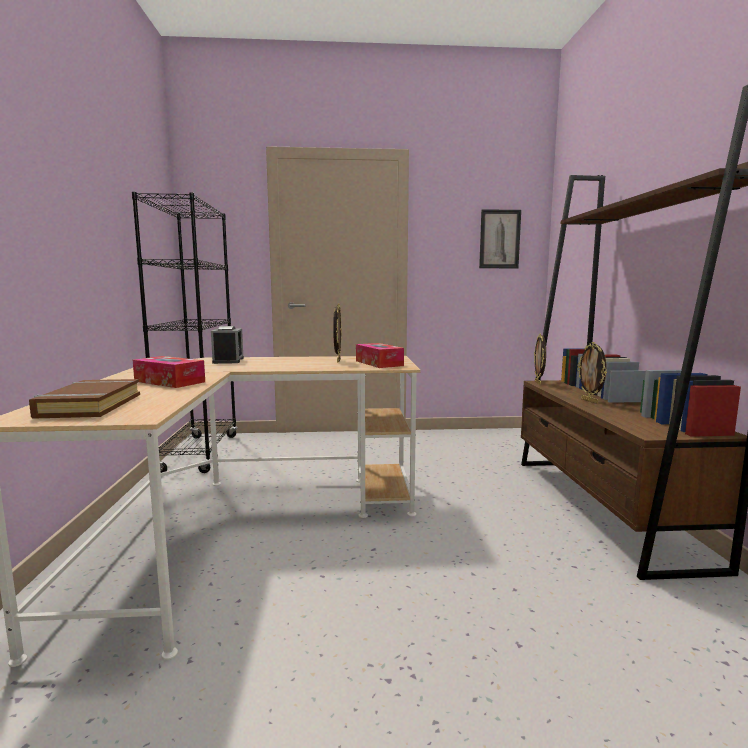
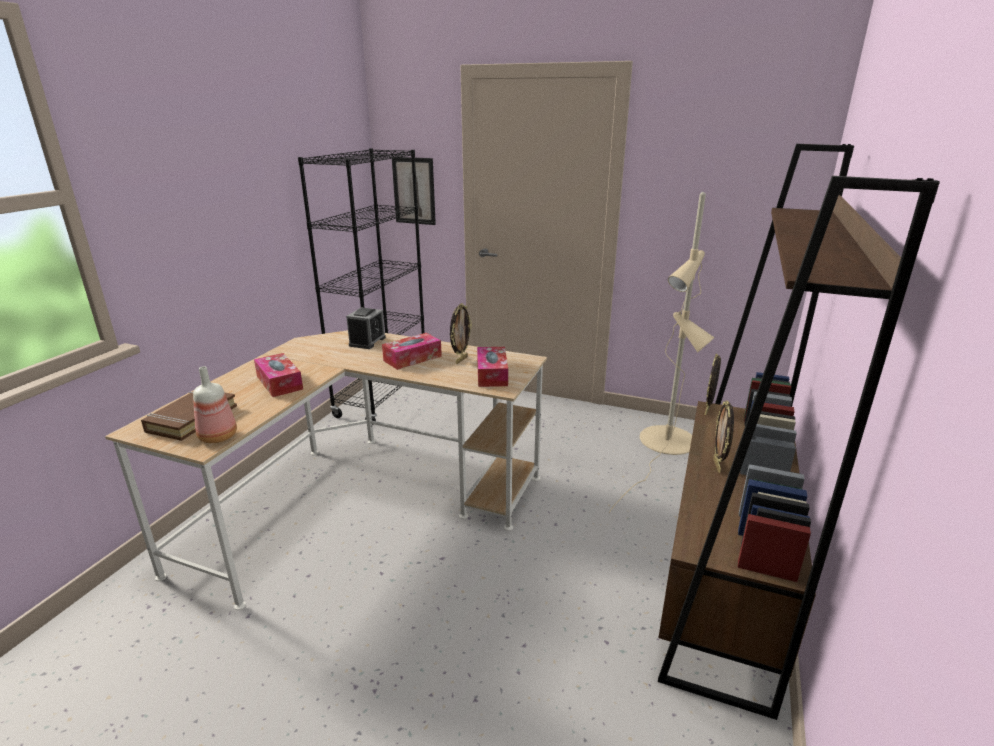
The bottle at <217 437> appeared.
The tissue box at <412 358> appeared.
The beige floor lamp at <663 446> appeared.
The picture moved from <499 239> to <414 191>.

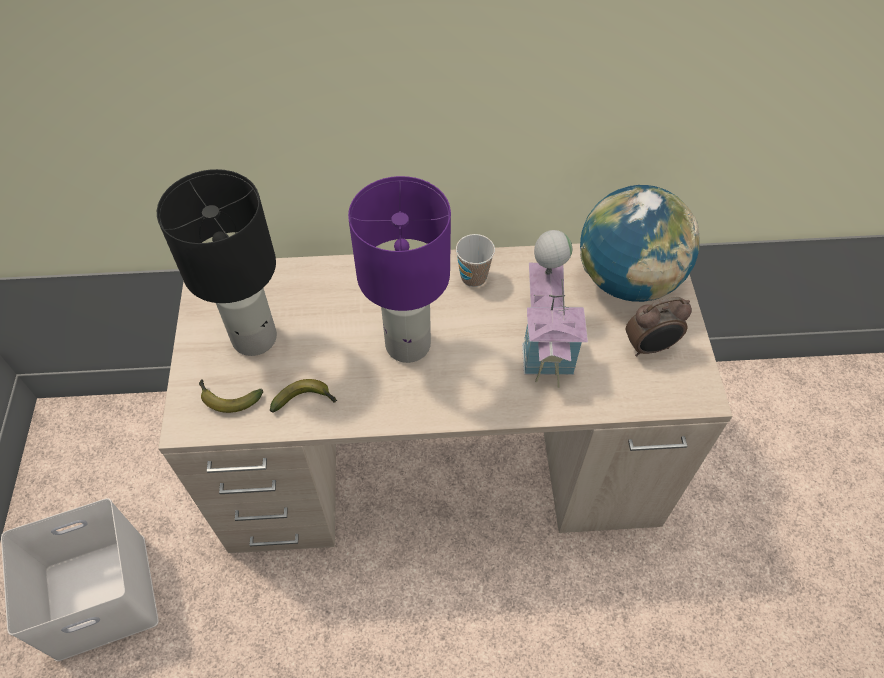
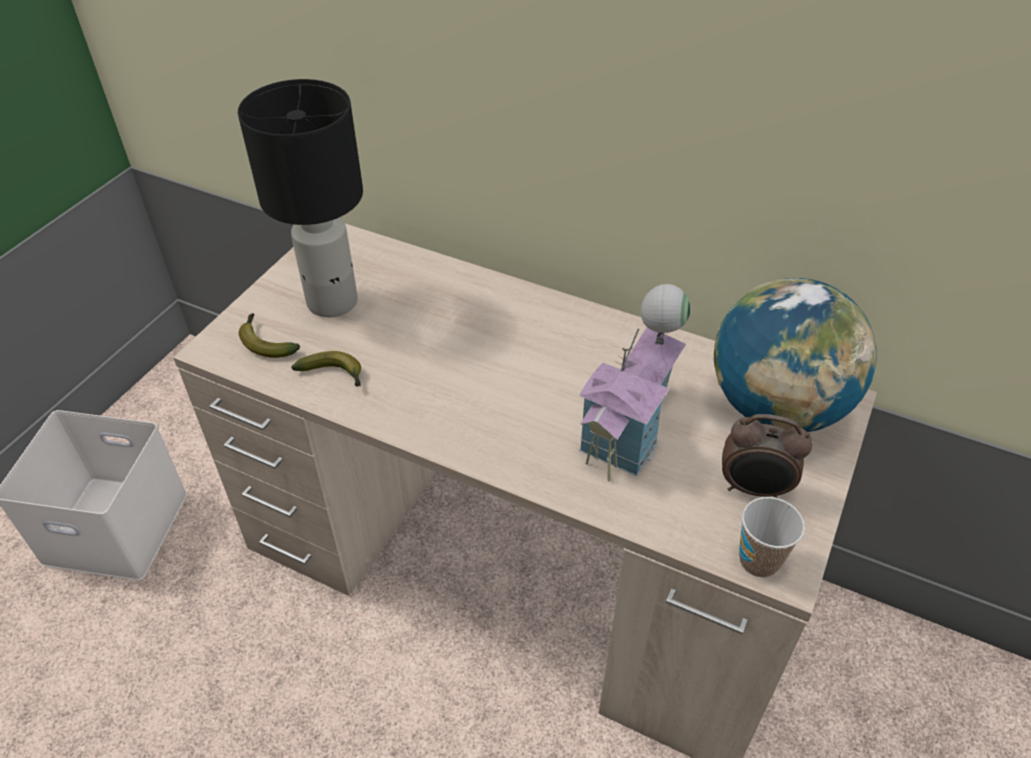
The purple table lamp at <409 345> disappeared.
The cup moved from <473 277> to <759 560>.

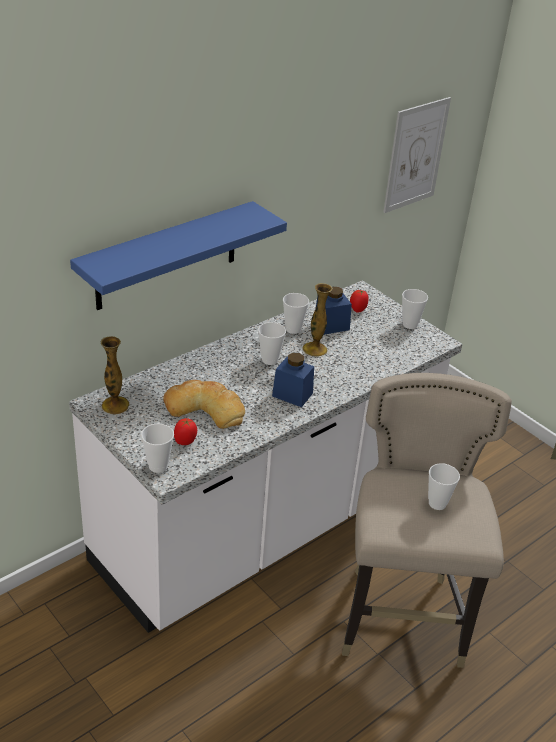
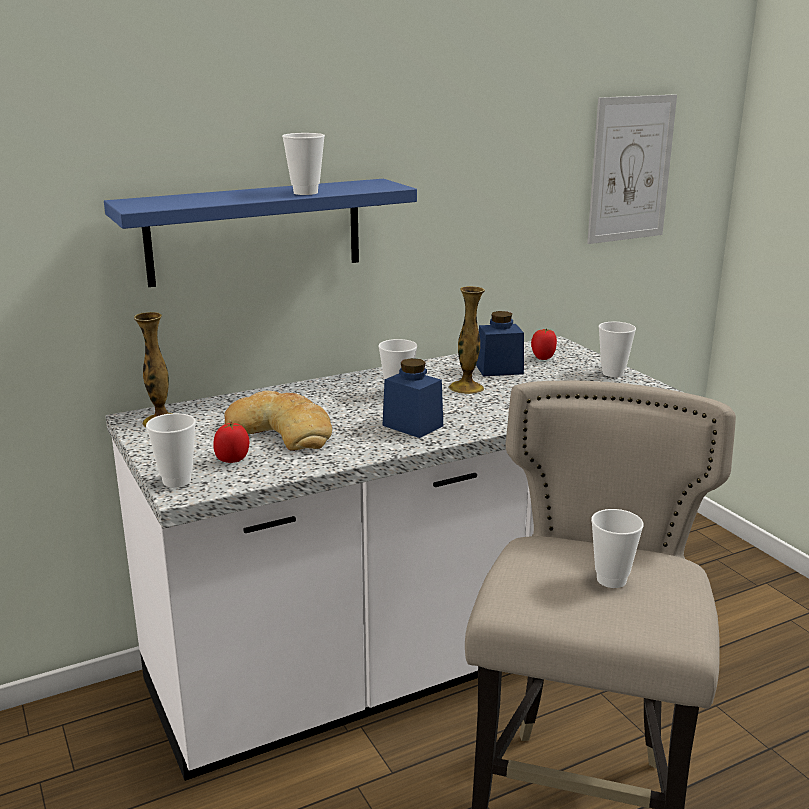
The cup moved from <293 329> to <305 193>.

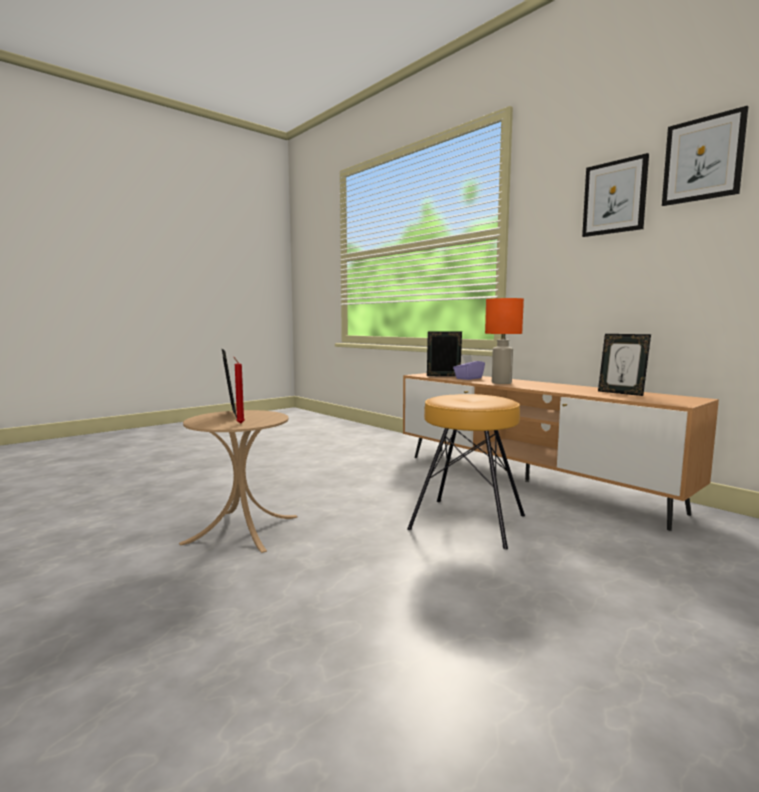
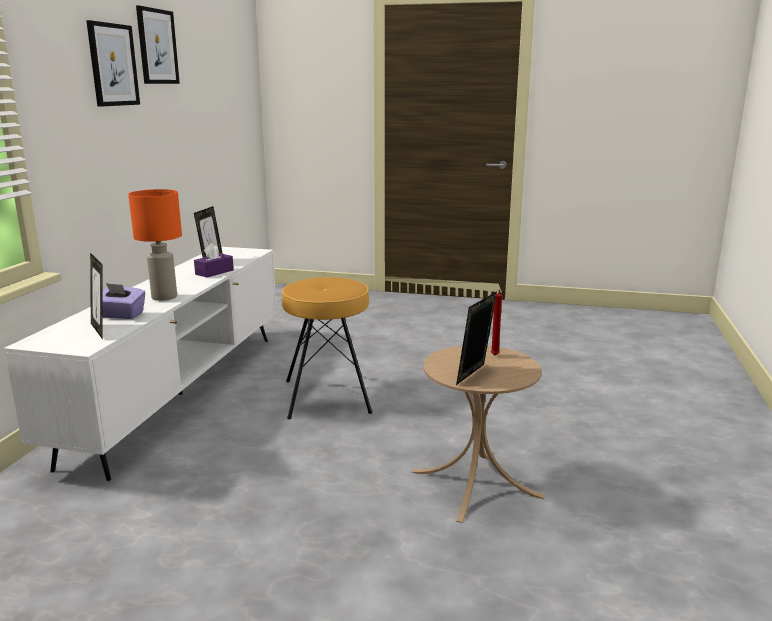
The purple tissue box at <214 272> appeared.
The brown tv stand at <526 481> became the white tv stand at <181 394>.

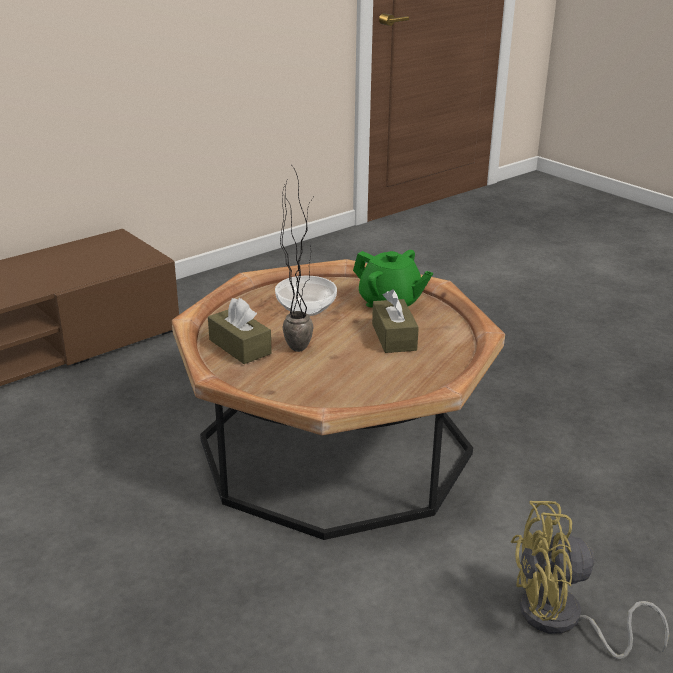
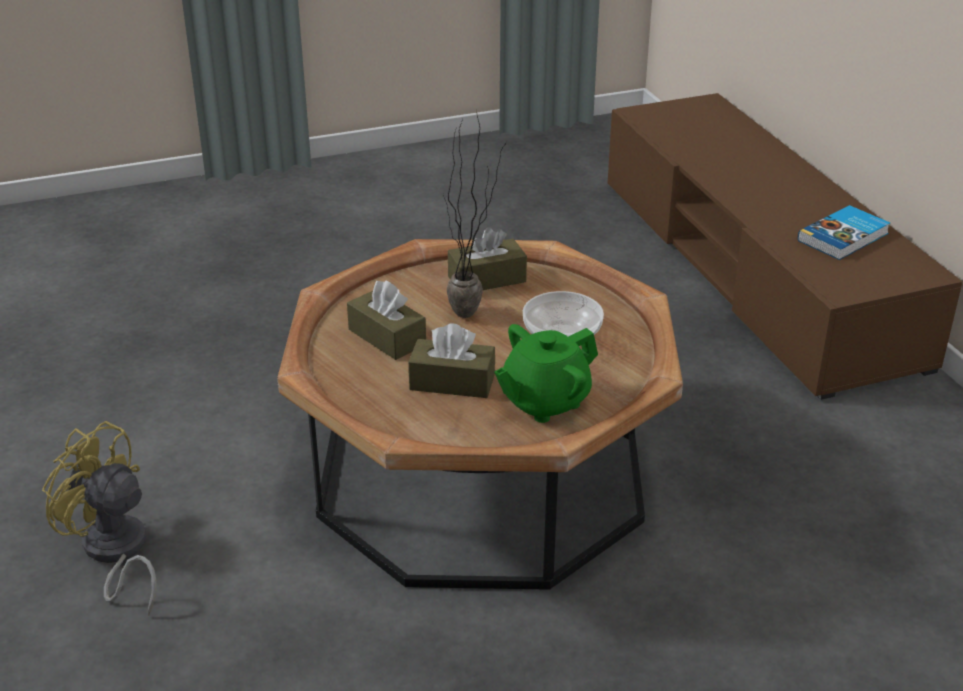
The brown tissue box at <387 337> appeared.
The book at <844 237> appeared.
The yellow fan at <562 621> turned 75 degrees counterclockwise.

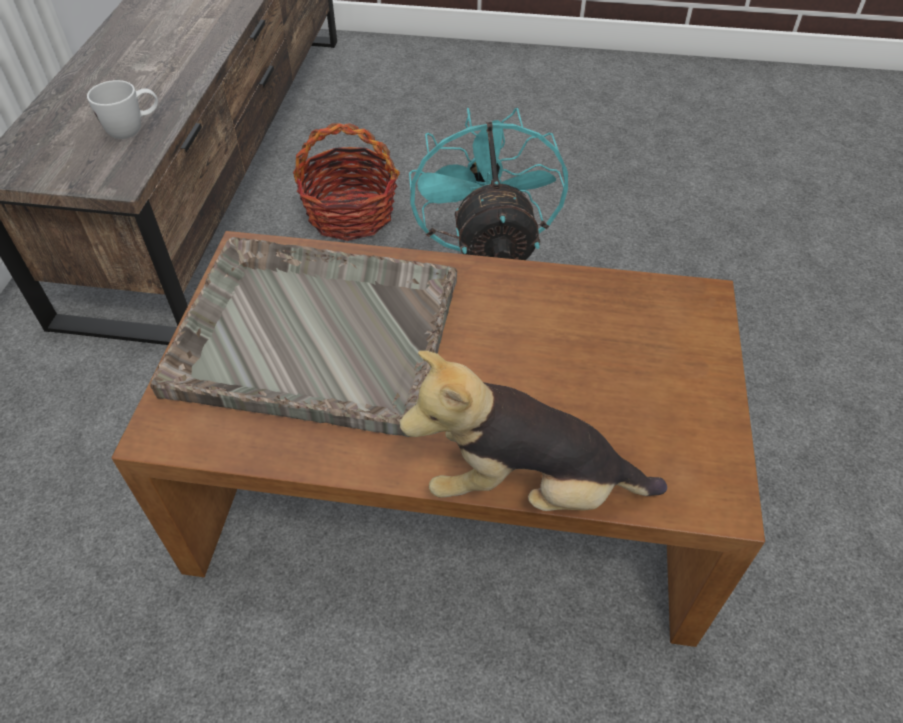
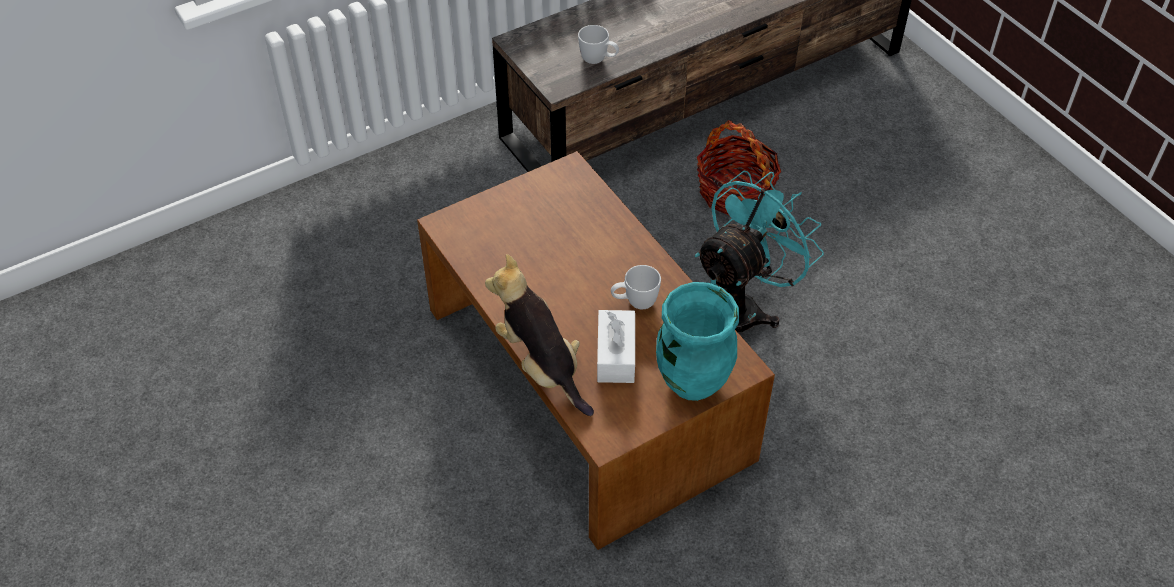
The grey tray at <312 334> disappeared.
The white tissue box at <616 355> appeared.
The white mug at <634 303> appeared.
The turquoise vase at <693 381> appeared.

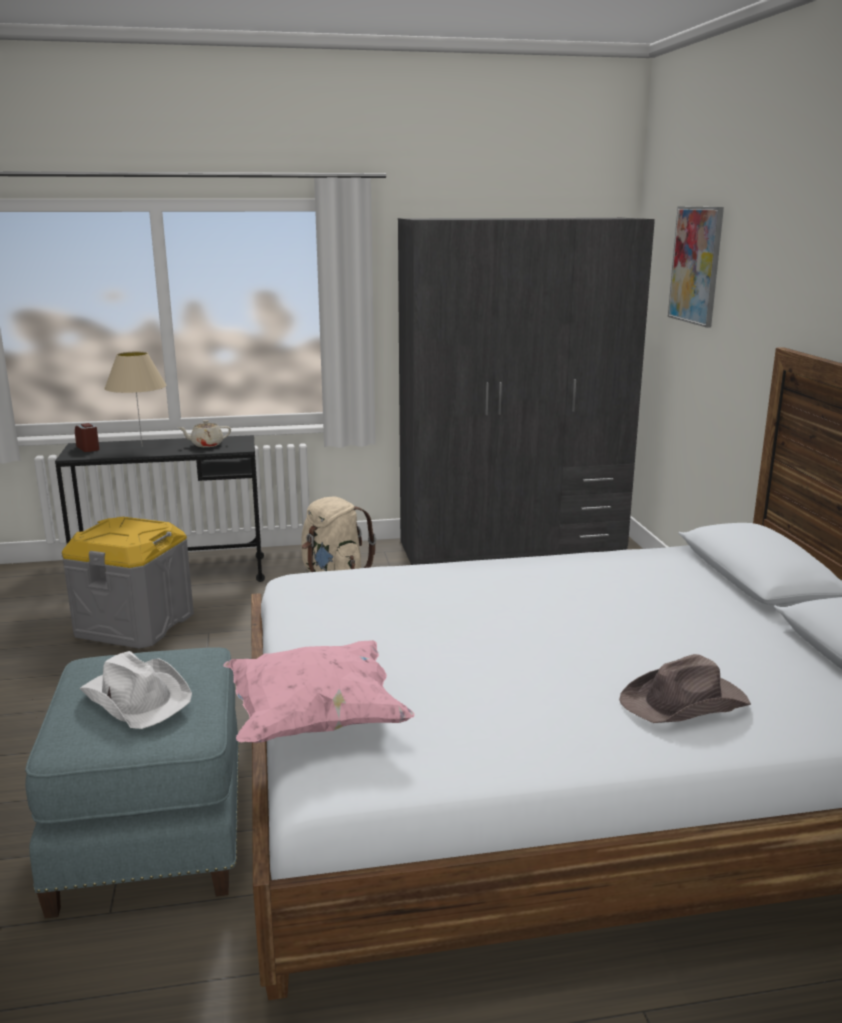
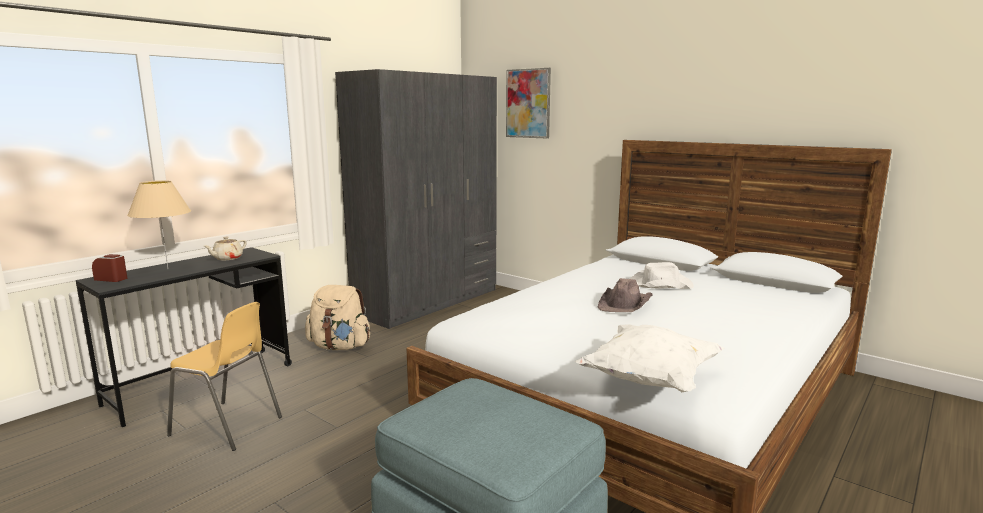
The white hat moved from <137 697> to <659 284>.
The brown hat moved from <685 703> to <625 304>.
The grey storage box at <134 624> was replaced by the yellow chair at <227 426>.
The pink pillow at <315 721> became the white pillow at <649 380>.

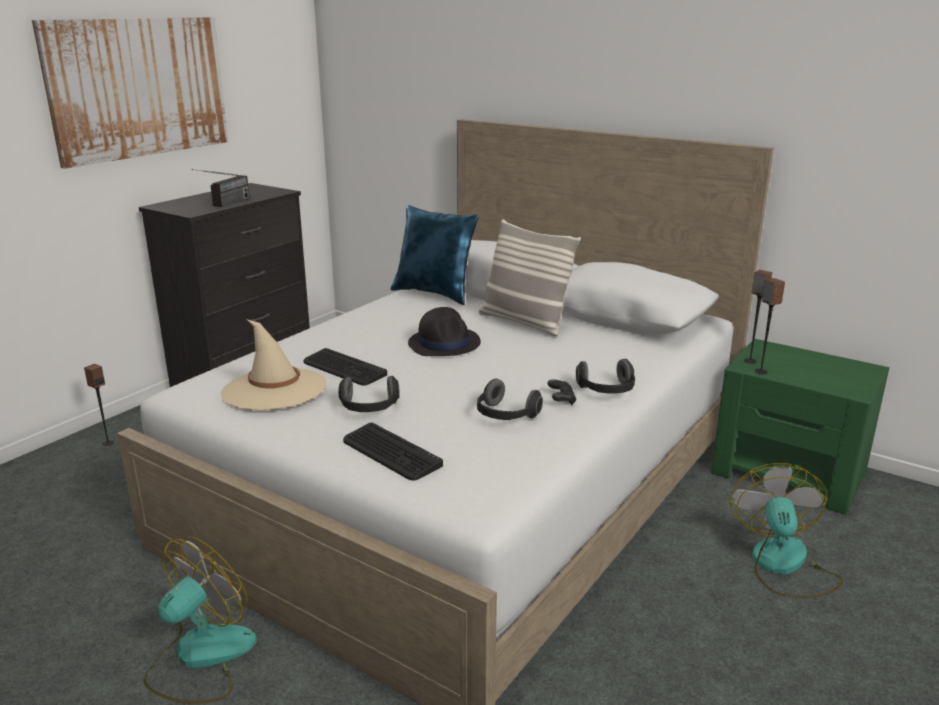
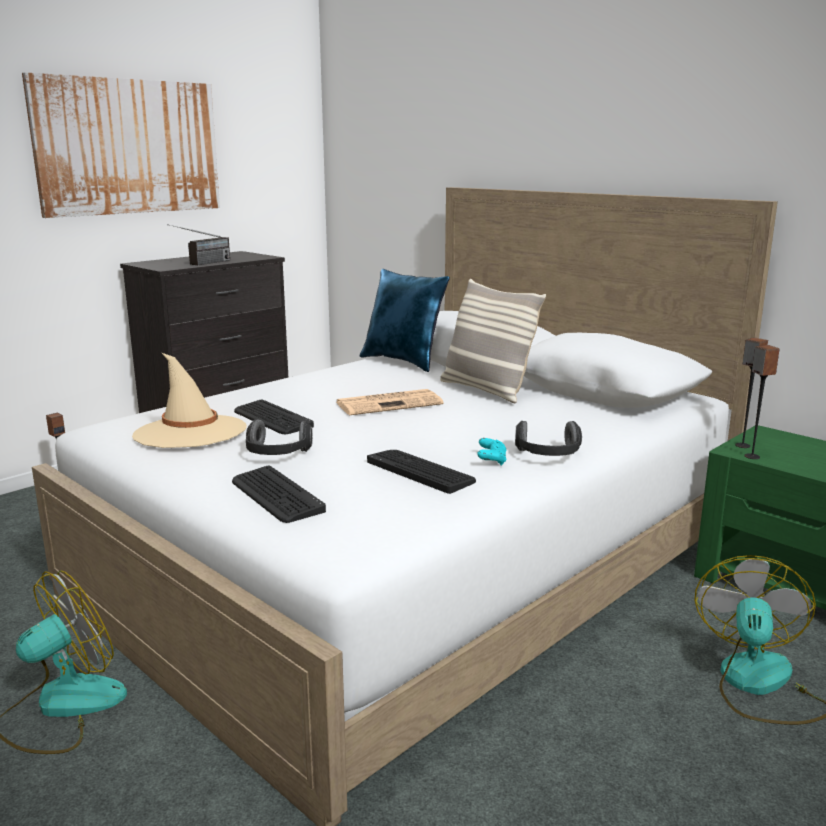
The black hat at <444 343> was replaced by the newspaper at <390 403>.
The headphones at <505 416> was replaced by the keyboard at <420 471>.
The black game controller at <561 399> became the turquoise game controller at <491 460>.

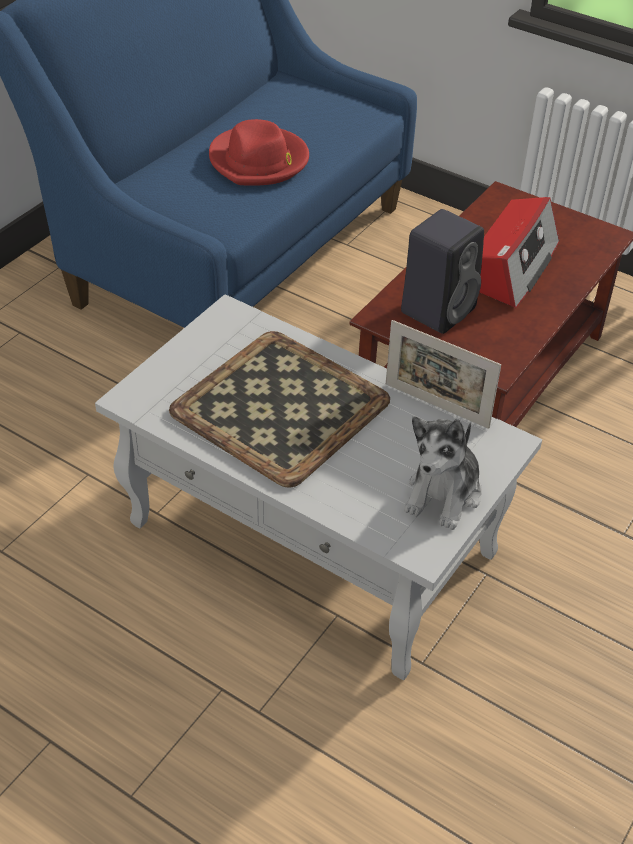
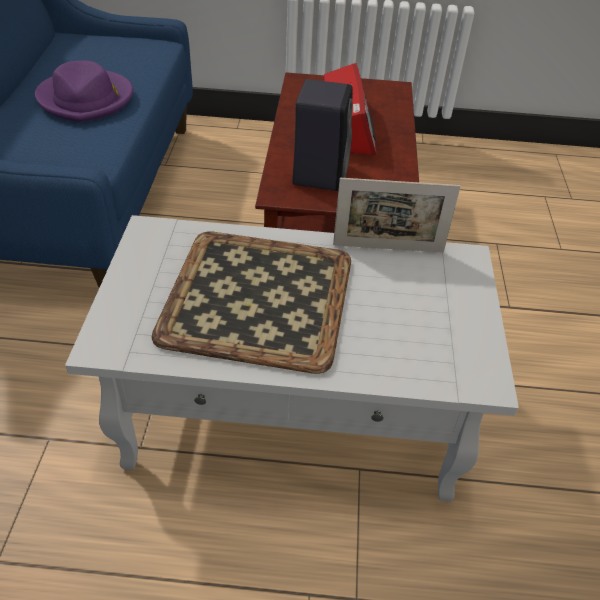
The plush toy at <444 494> disappeared.
The red hat at <259 161> became the purple hat at <87 99>.

